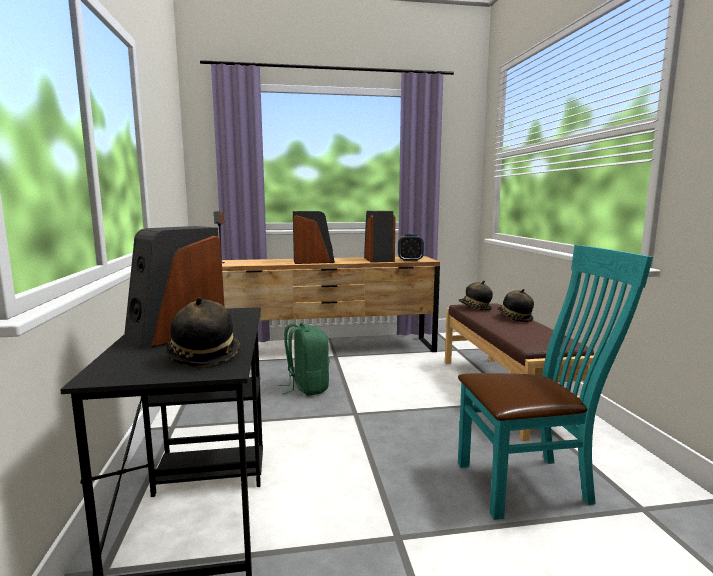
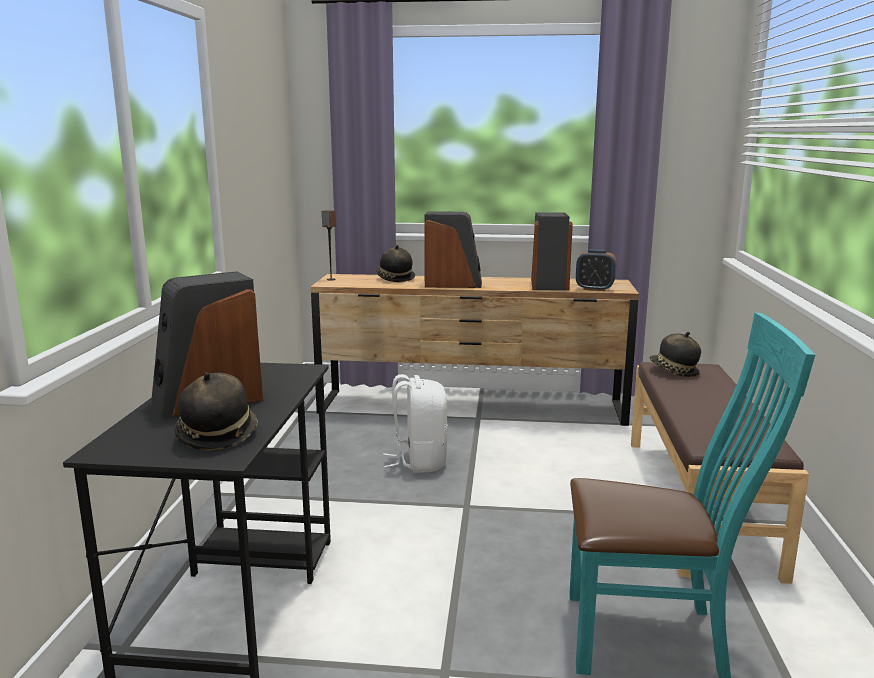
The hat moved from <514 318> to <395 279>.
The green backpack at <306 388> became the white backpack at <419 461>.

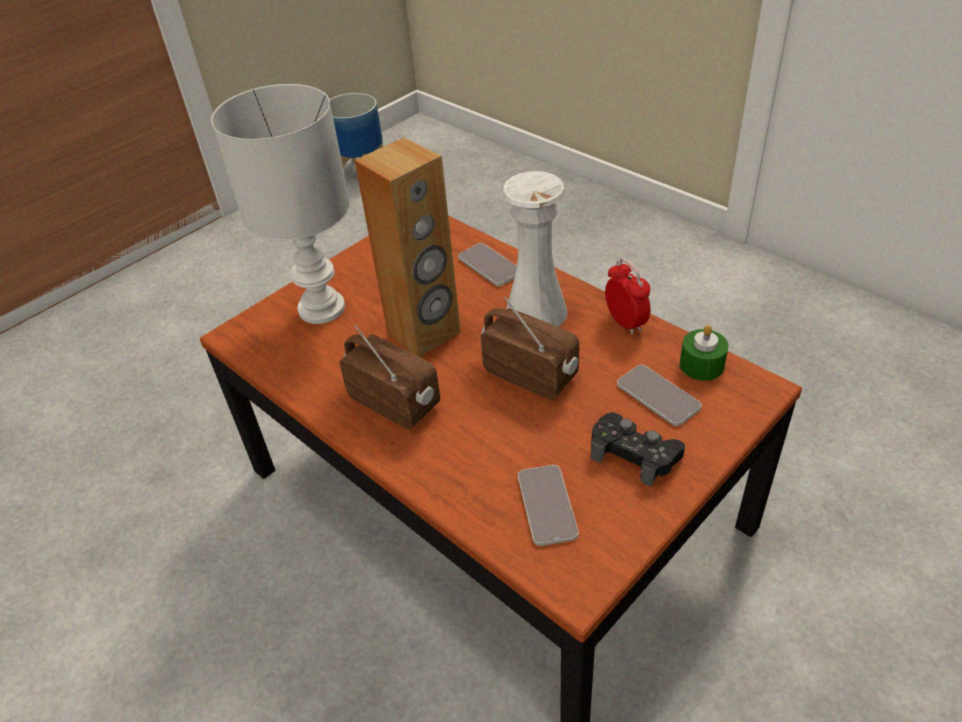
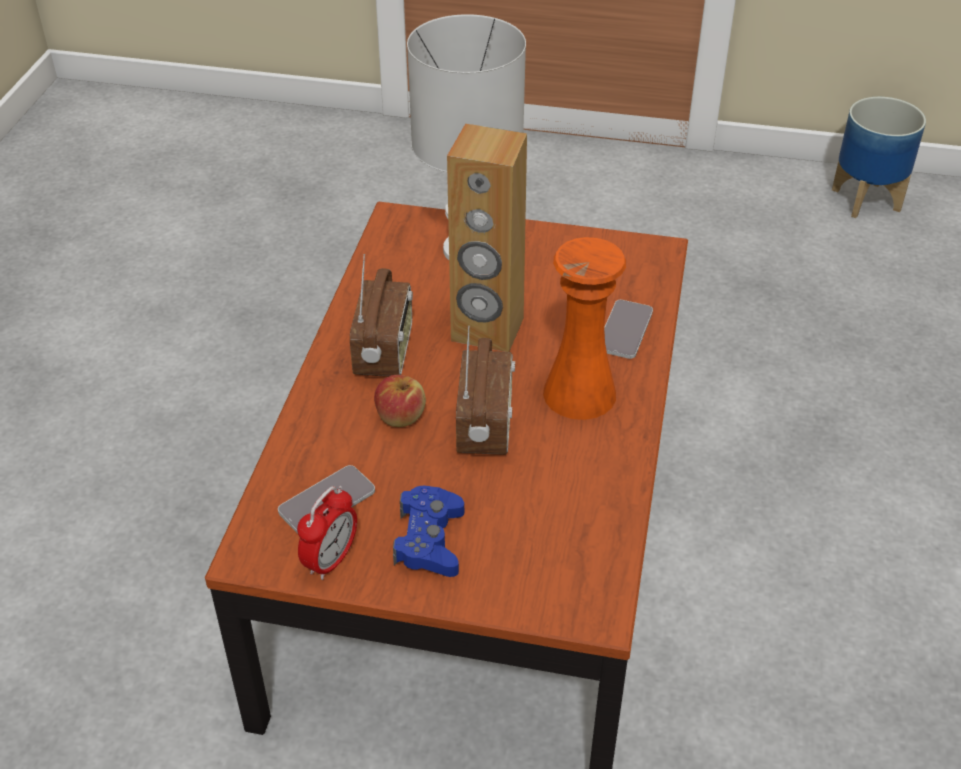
The phone at <658 396> disappeared.
The green candle at <701 365> disappeared.
The apple at <400 416> appeared.
The alarm clock moved from <625 322> to <331 560>.
The white vase at <536 312> became the orange vase at <579 393>.
The black game controller at <634 454> became the blue game controller at <429 540>.

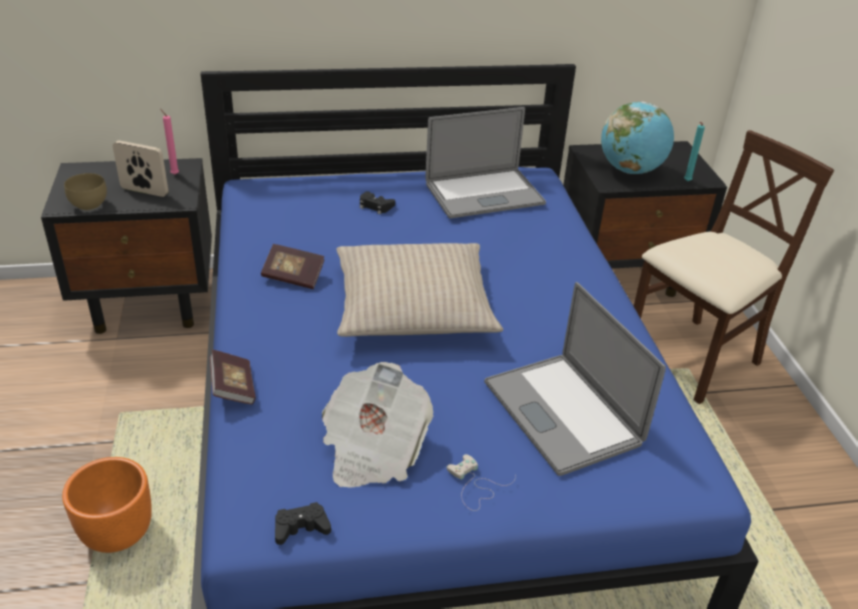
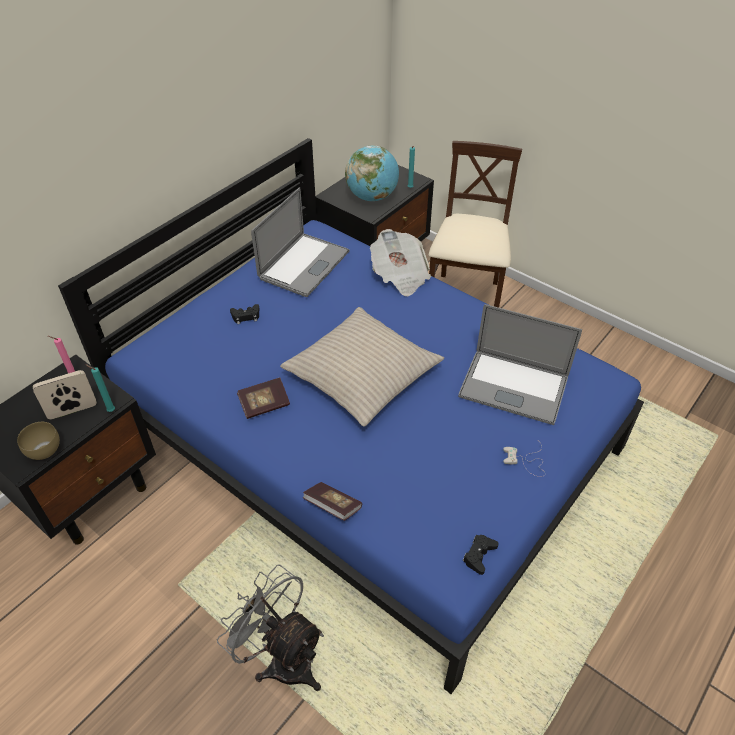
The turquoise candle at <110 410> appeared.
The newspaper moved from <373 448> to <400 276>.
The orange planter at <117 535> was replaced by the grey fan at <283 658>.

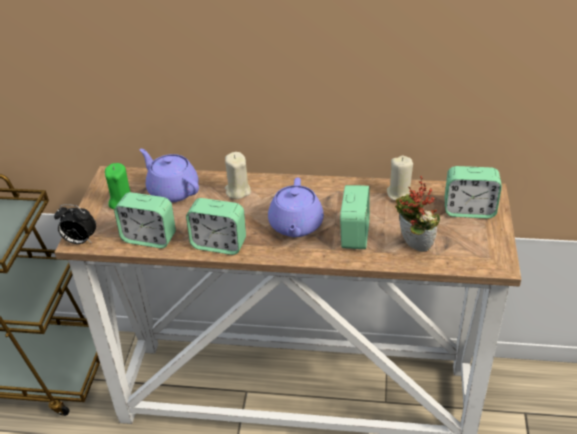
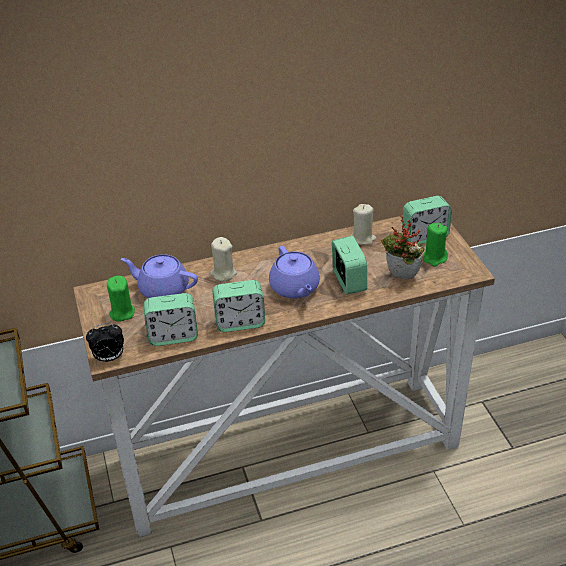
The green candle at <434 258> appeared.

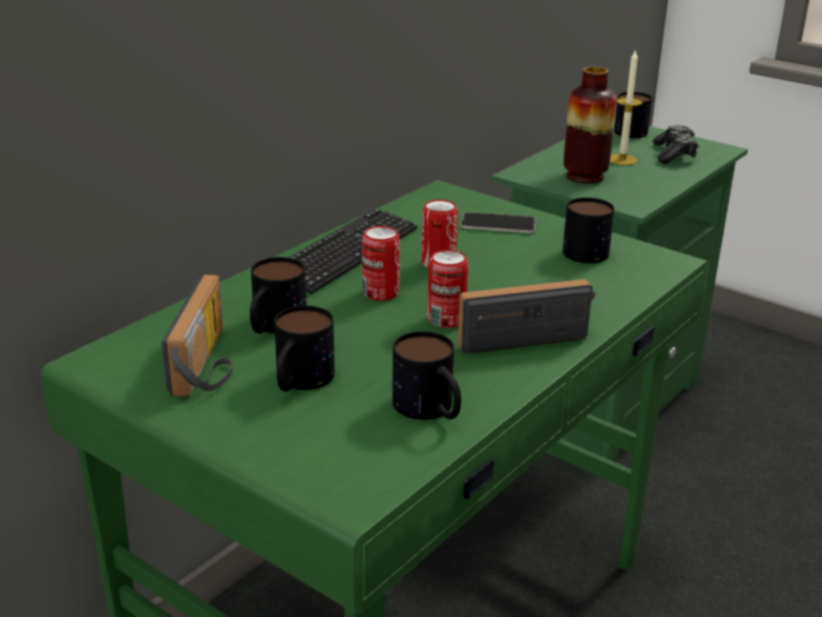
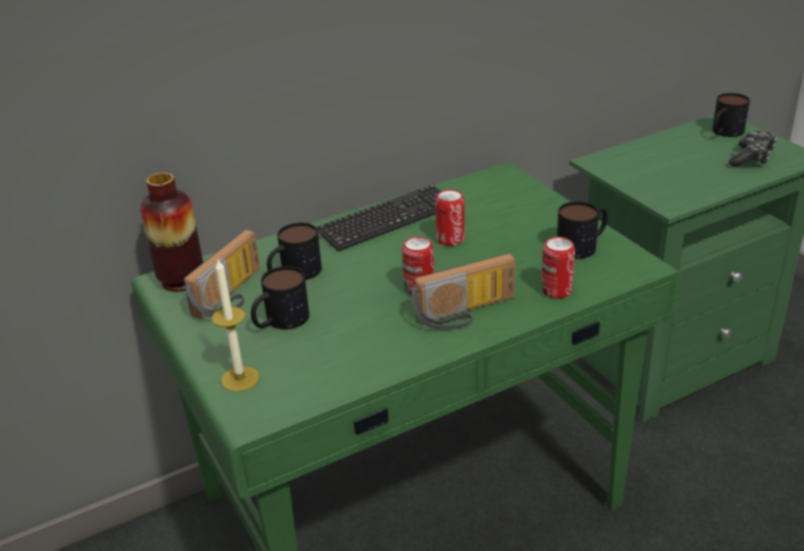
The mug at <430 410> disappeared.
The phone at <498 224> disappeared.
The can moved from <380 293> to <556 290>.
The vase moved from <585 176> to <181 280>.
The candle moved from <622 160> to <240 379>.
The radio at <522 335> turned 150 degrees clockwise.

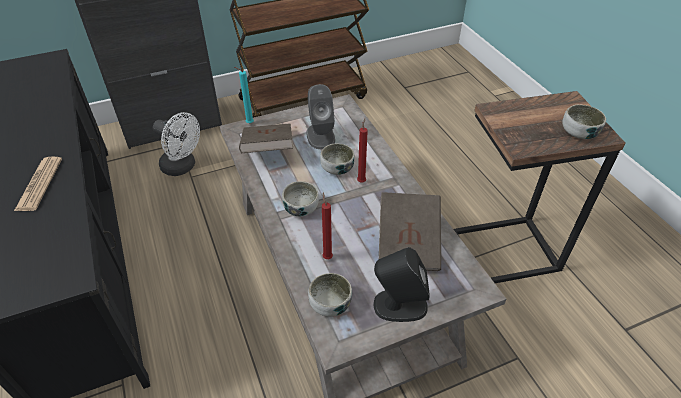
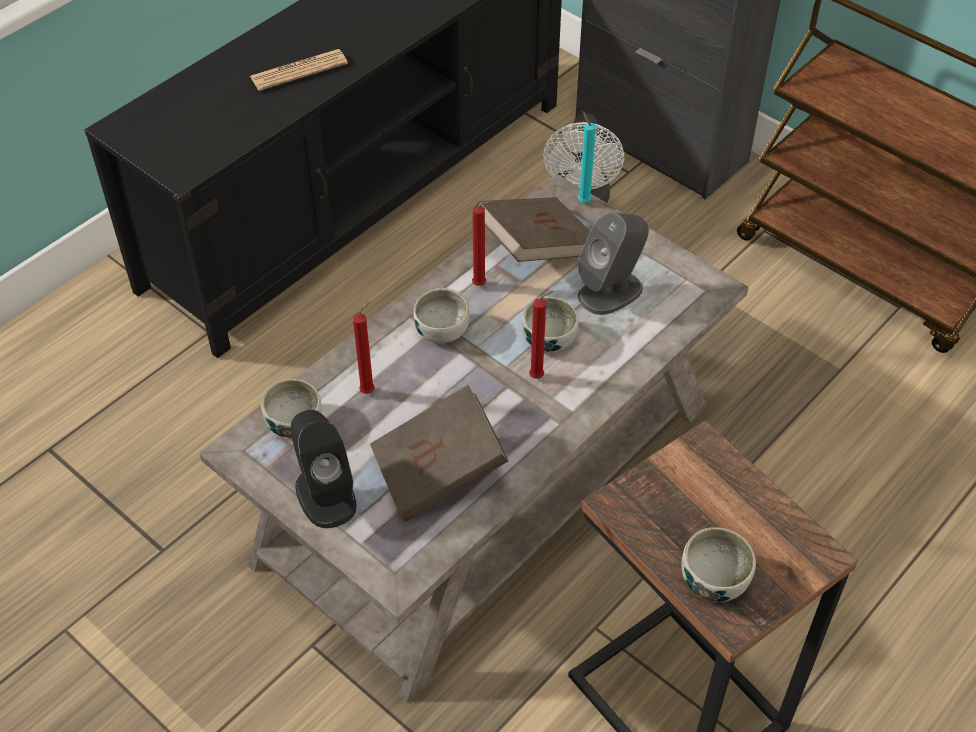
The red candle at <481 285> appeared.

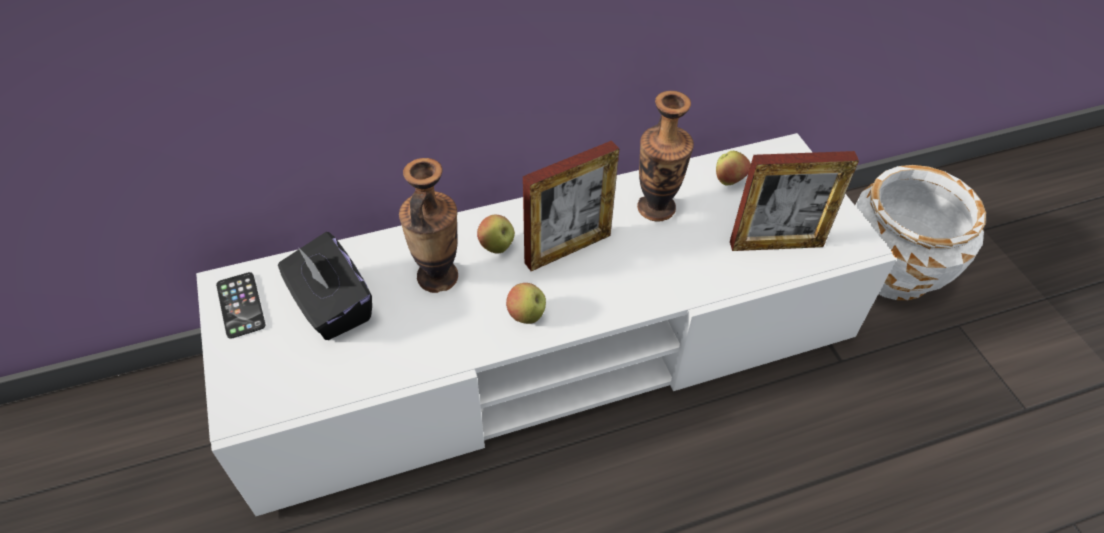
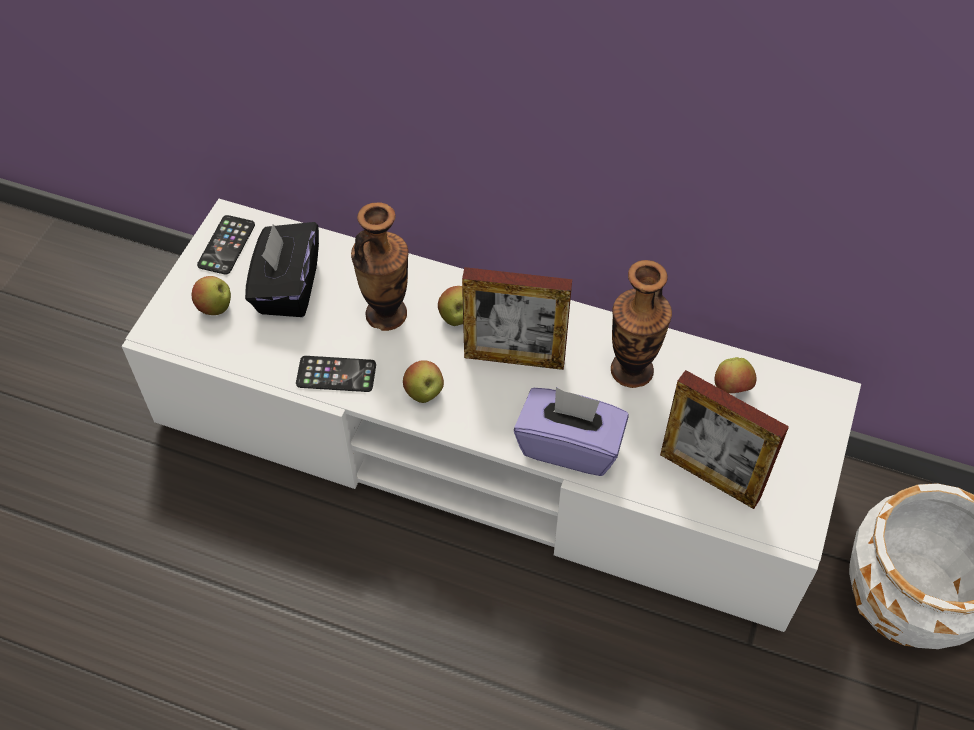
The apple at <215 307> appeared.
The phone at <336 374> appeared.
The purple tissue box at <569 445> appeared.

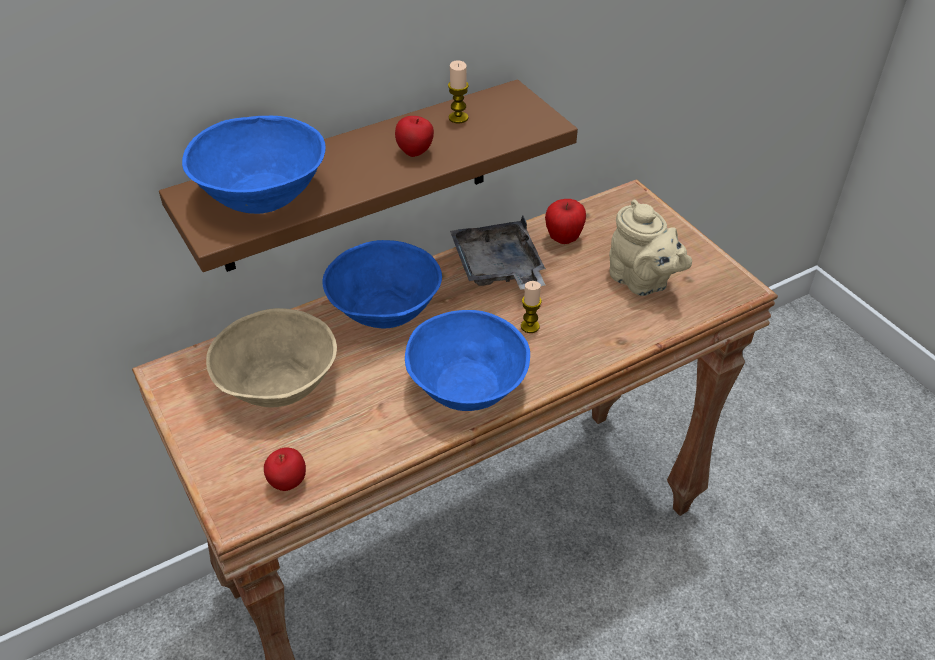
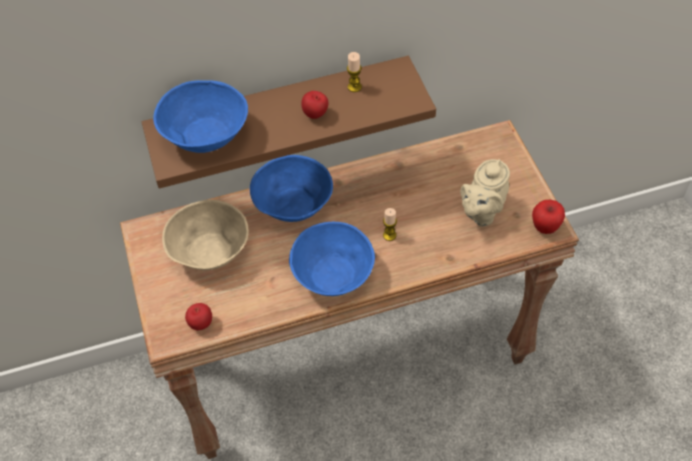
The grey tray at <498 268> disappeared.
The apple moved from <563 239> to <545 227>.
The beige teapot at <642 282> turned 60 degrees clockwise.

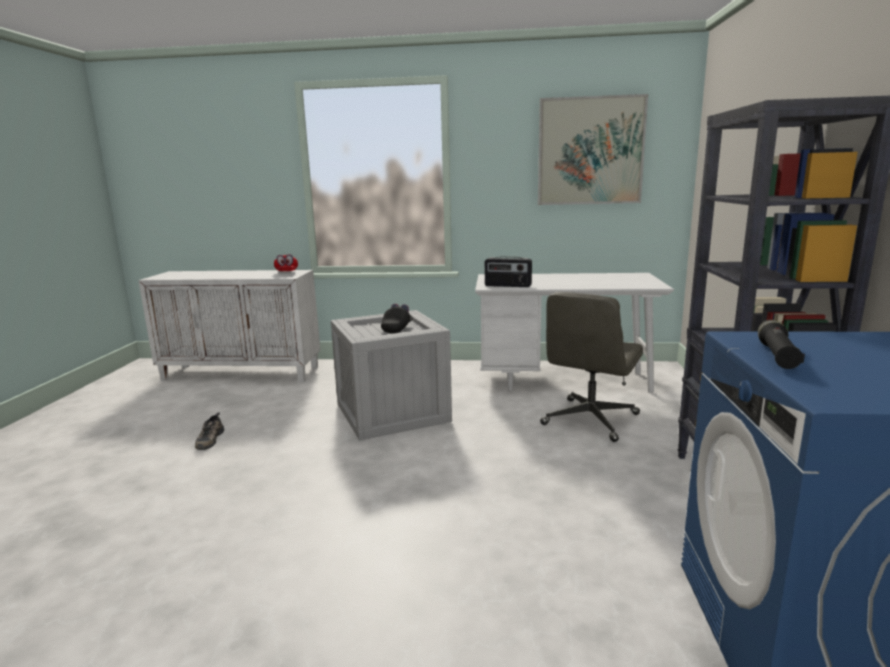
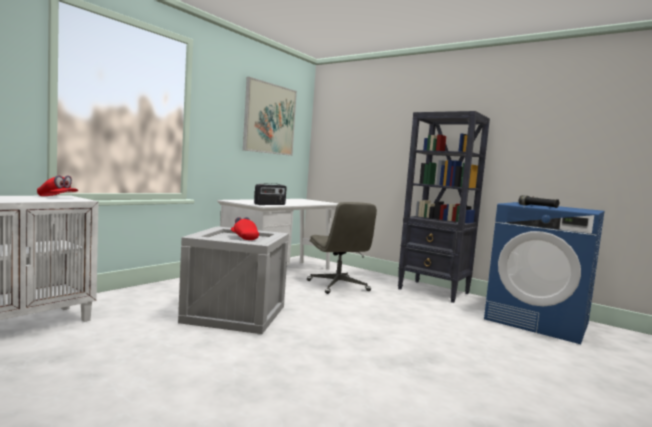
The shoe at <209 439> disappeared.
The black cap at <397 328> became the red cap at <244 237>.

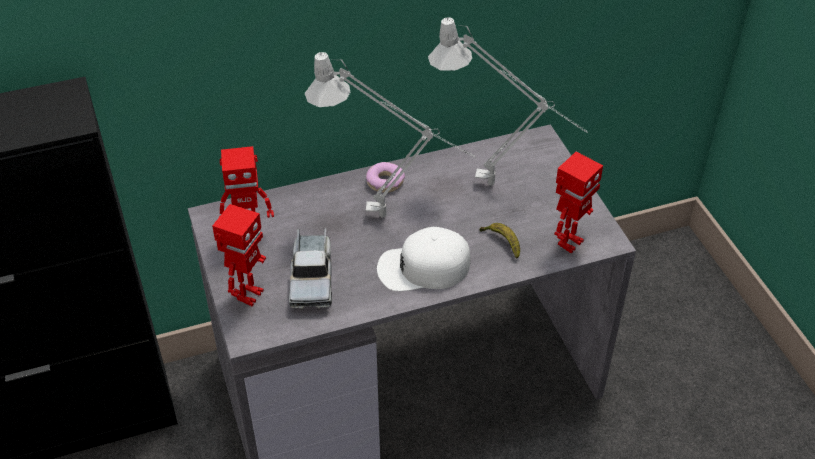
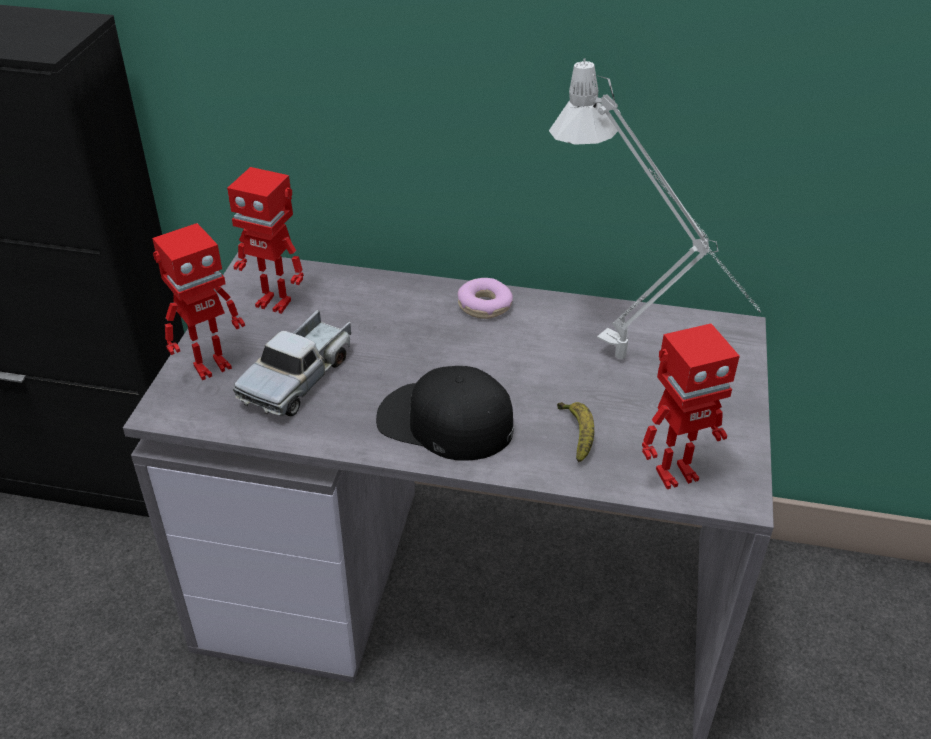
The grey table lamp at <393 218> disappeared.
The white cap at <423 267> became the black cap at <444 422>.

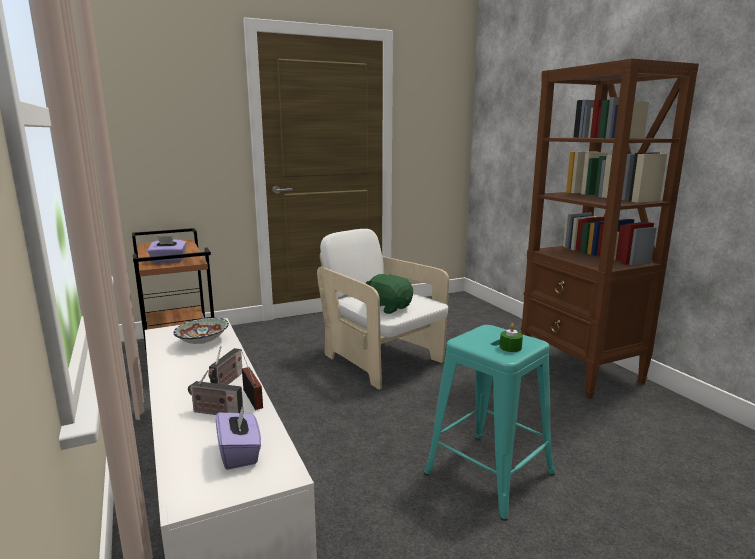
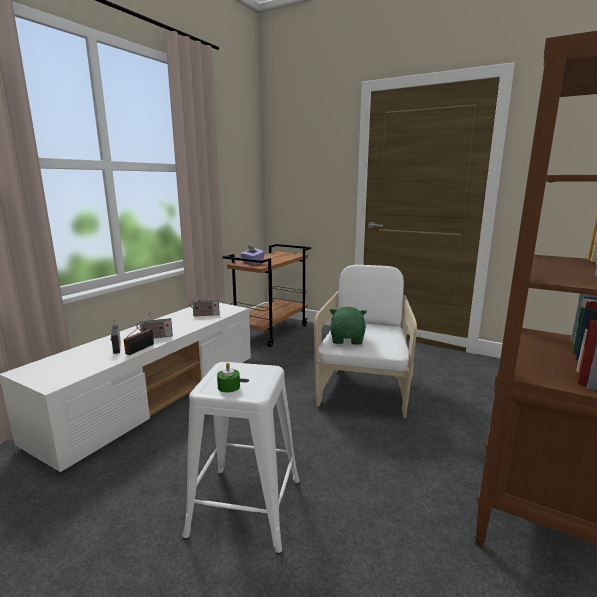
The purple tissue box at <240 453> disappeared.
The bowl at <202 342> was replaced by the radio at <205 315>.
The turquoise stool at <489 473> became the white stool at <245 506>.

